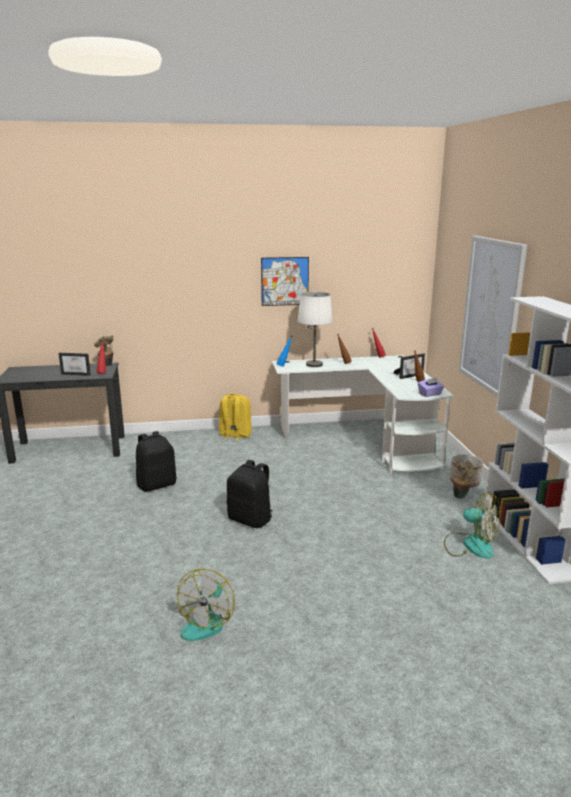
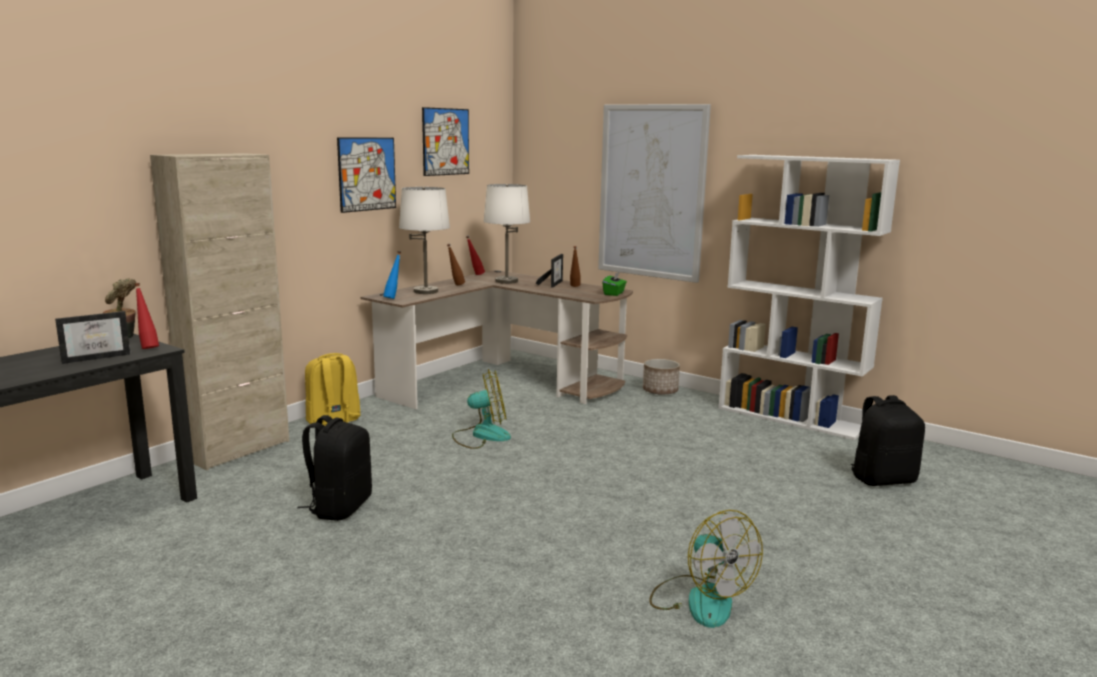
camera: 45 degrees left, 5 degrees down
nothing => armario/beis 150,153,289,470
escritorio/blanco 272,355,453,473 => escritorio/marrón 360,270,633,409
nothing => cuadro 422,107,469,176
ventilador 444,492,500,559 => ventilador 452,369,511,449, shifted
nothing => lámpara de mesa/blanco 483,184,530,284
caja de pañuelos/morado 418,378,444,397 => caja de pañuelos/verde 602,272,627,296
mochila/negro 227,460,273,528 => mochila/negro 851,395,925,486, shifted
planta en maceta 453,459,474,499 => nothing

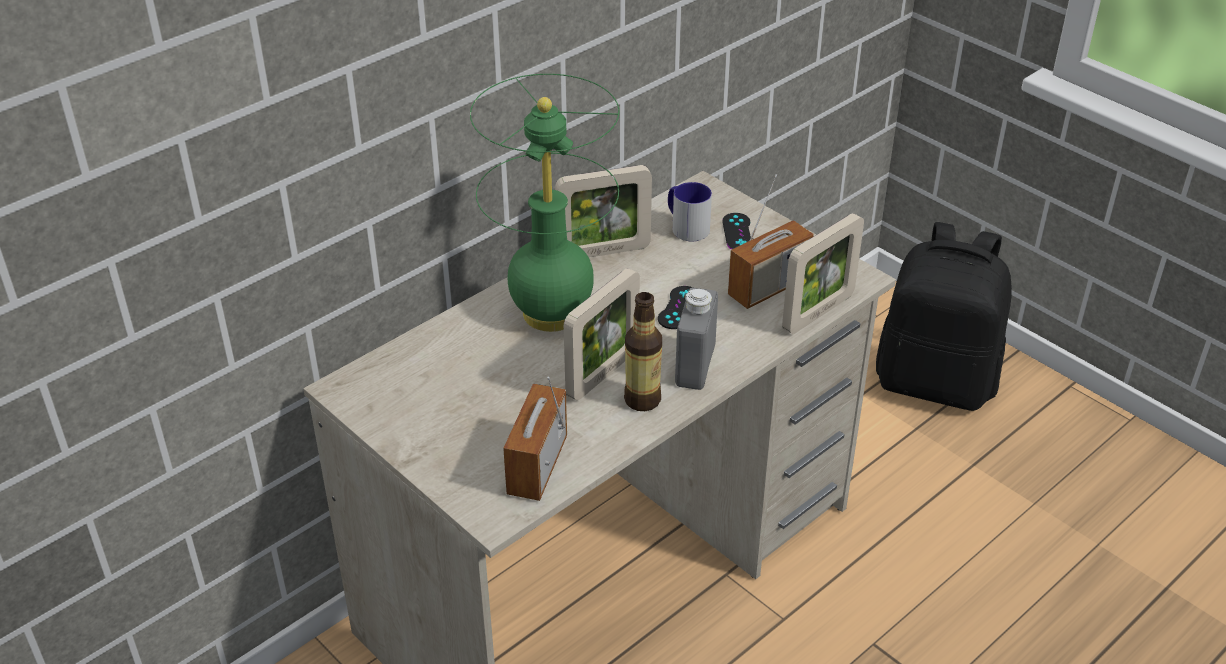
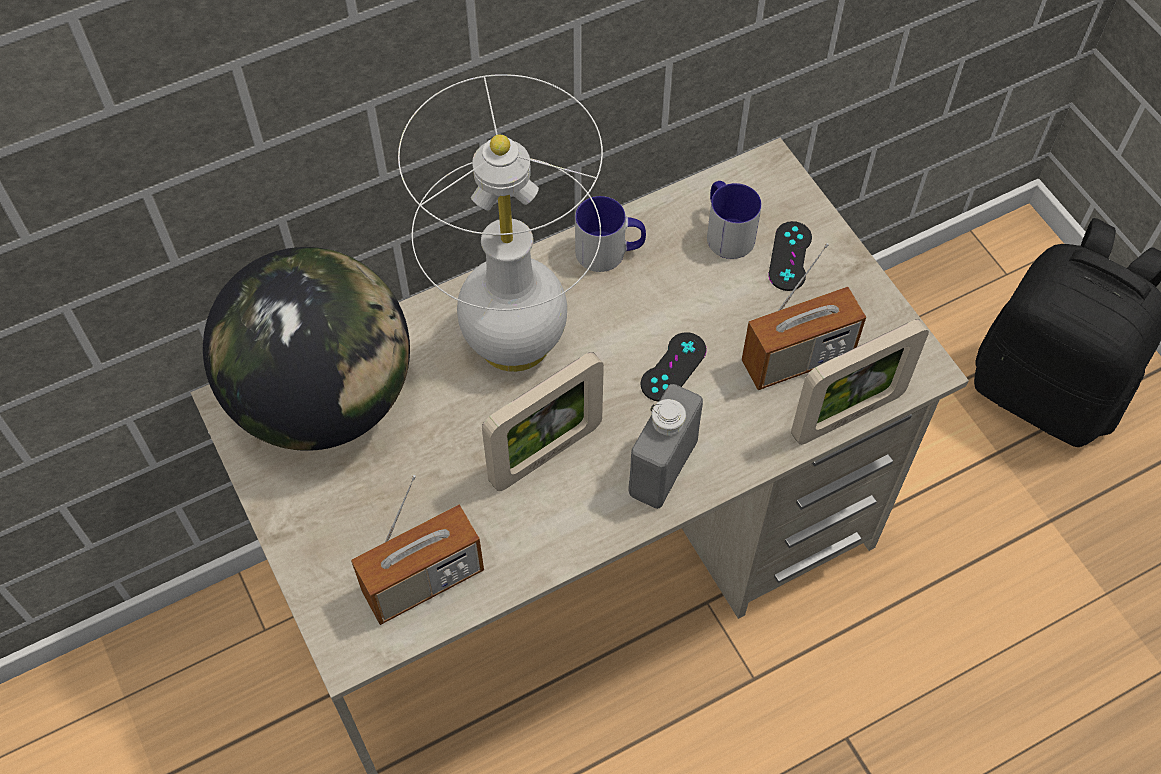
camera: 15 degrees right, 20 degrees up
nothing => globo terráqueo 203,247,410,451
radio 503,376,567,501 => radio 351,475,484,625, 150 degrees counterclockwise
lámpara de mesa/verde 470,74,619,332 => lámpara de mesa/blanco 398,74,603,372
portarretratos 555,165,652,258 => taza grande 575,196,646,272
botella 624,292,662,411 => nothing

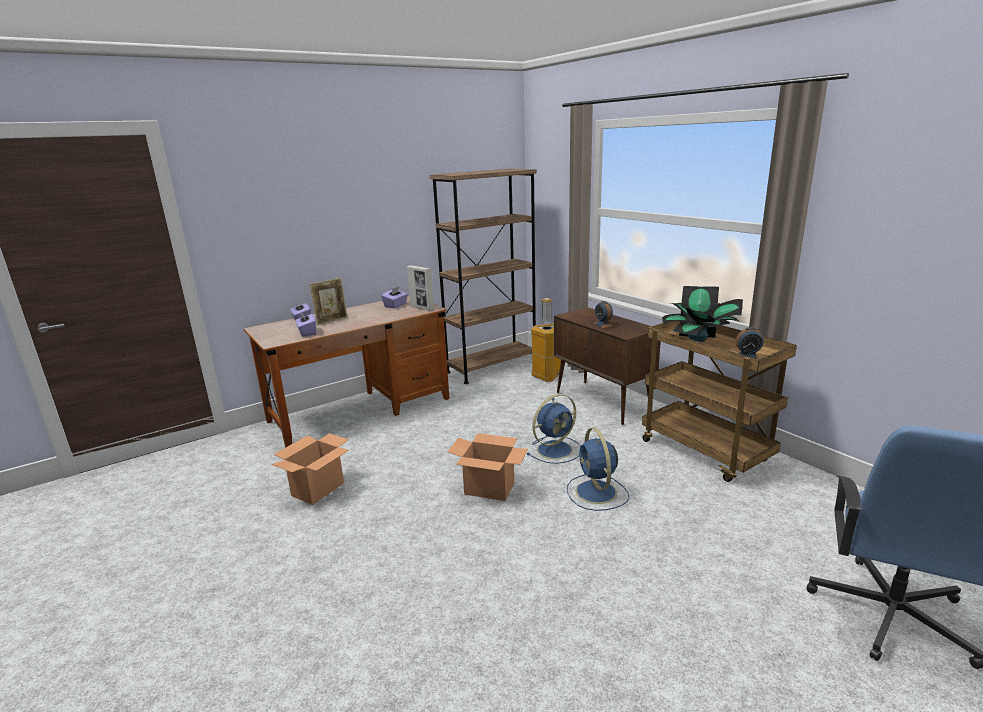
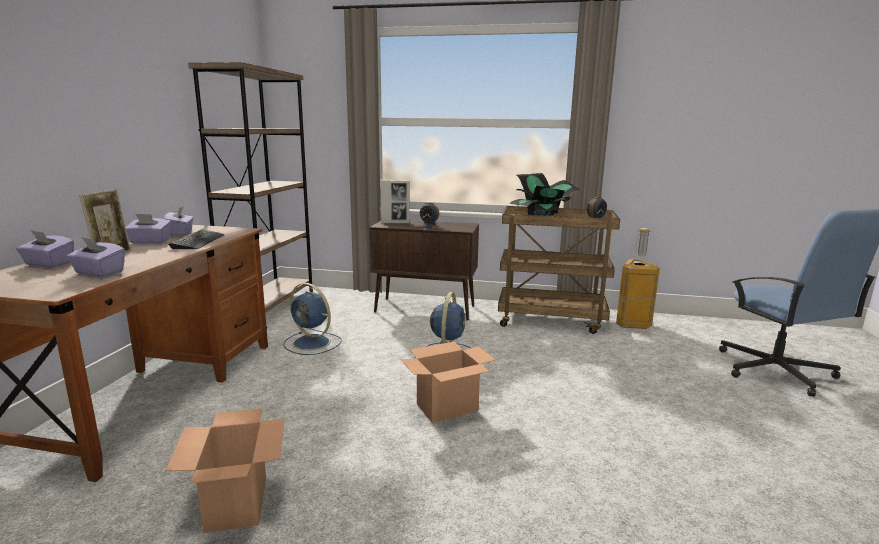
camera: 45 degrees left, 5 degrees down
nothing => caja de pañuelos/morado 126,214,171,244
nothing => teclado 168,229,224,249
ventilador/azul 567,428,629,511 => ventilador/azul 284,283,342,355, shifted
portarretratos 407,265,434,311 => portarretratos 380,180,410,223, shifted
papelera 531,298,561,382 => papelera 616,228,660,329, shifted

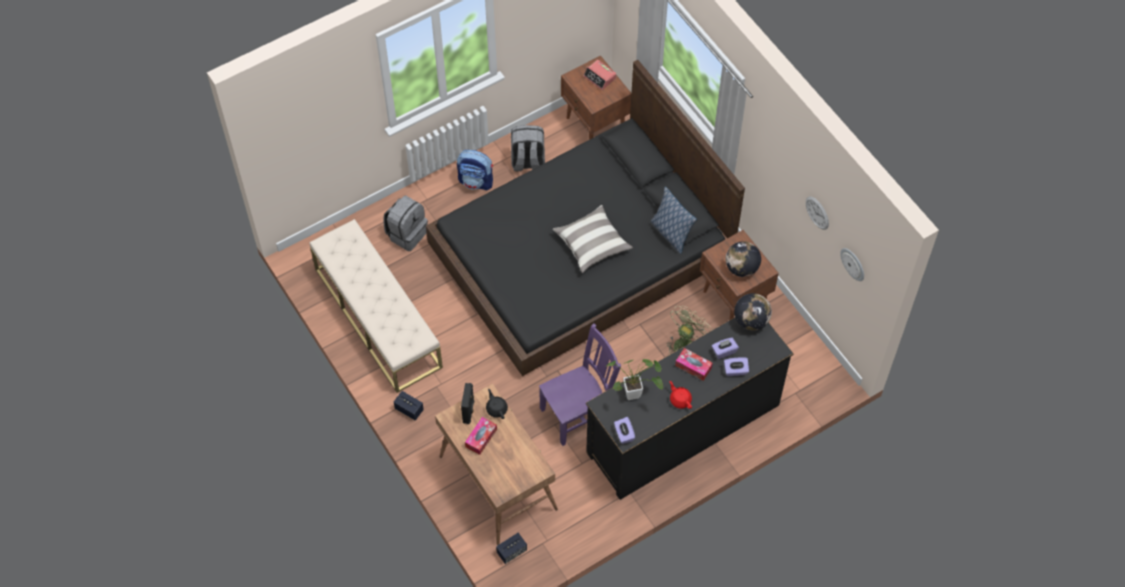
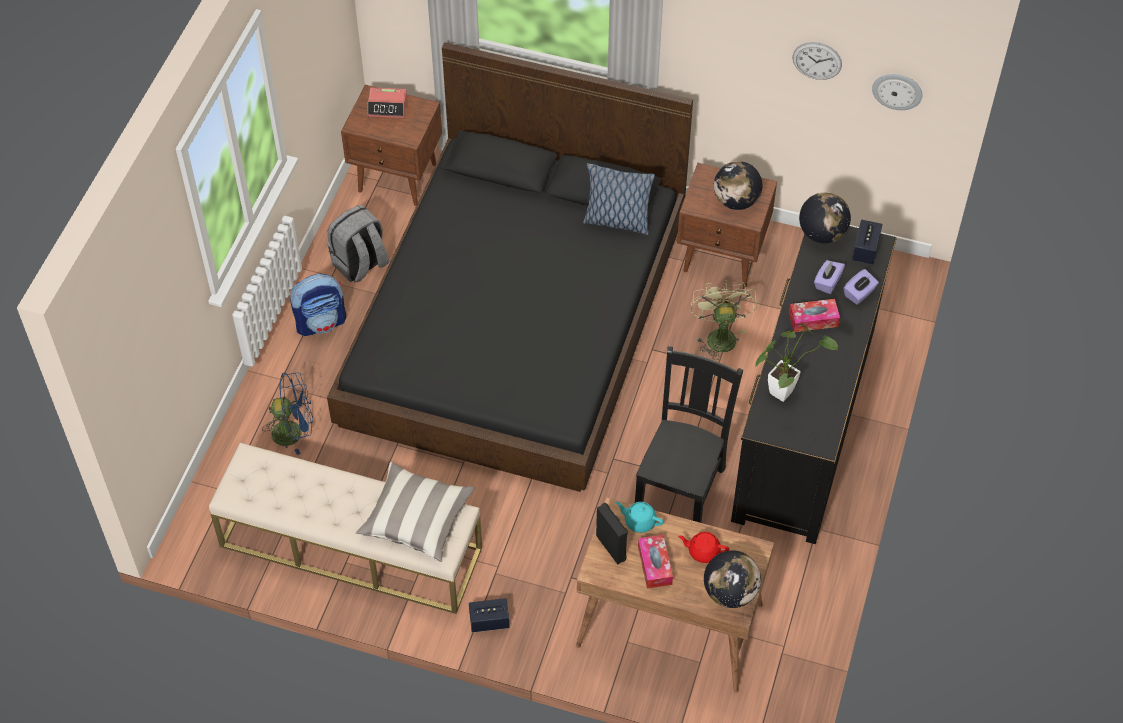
camera: 40 degrees left, 5 degrees down
mochila/gris 383,195,428,251 => ventilador/azul 262,373,313,455
cojín 553,205,633,273 => cojín 355,462,475,562, shifted
tetera/negro 486,389,508,419 => tetera/turquesa 616,502,663,533
silla/morado 539,324,621,446 => silla/negro 635,346,743,523
tetera/rojo 669,381,692,409 => tetera/rojo 678,532,729,563, shifted
nothing => globo terráqueo 704,550,761,608
altavoz 496,533,527,564 => altavoz 852,220,883,264, shifted
caja de pañuelos/morado 614,417,635,444 => nothing

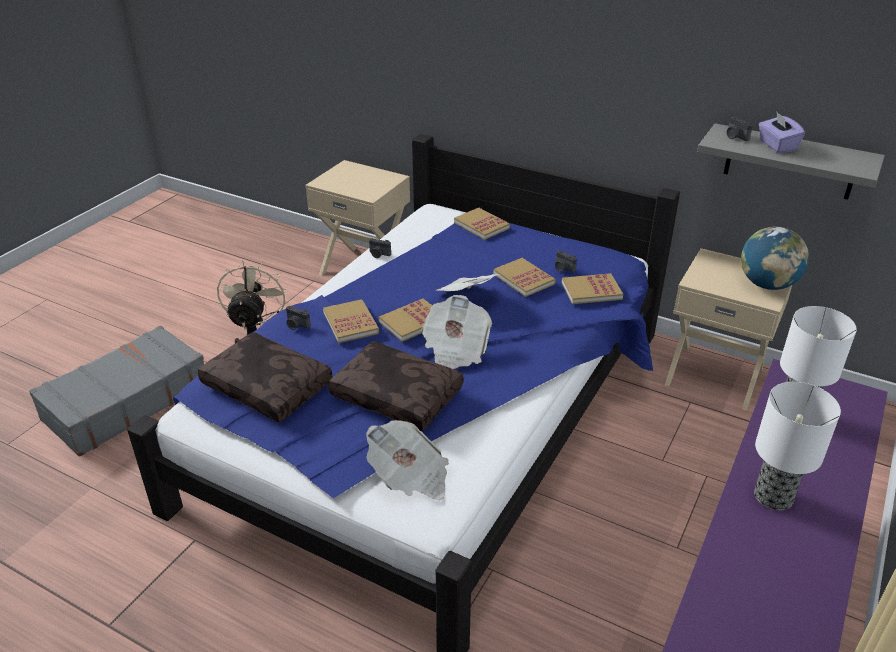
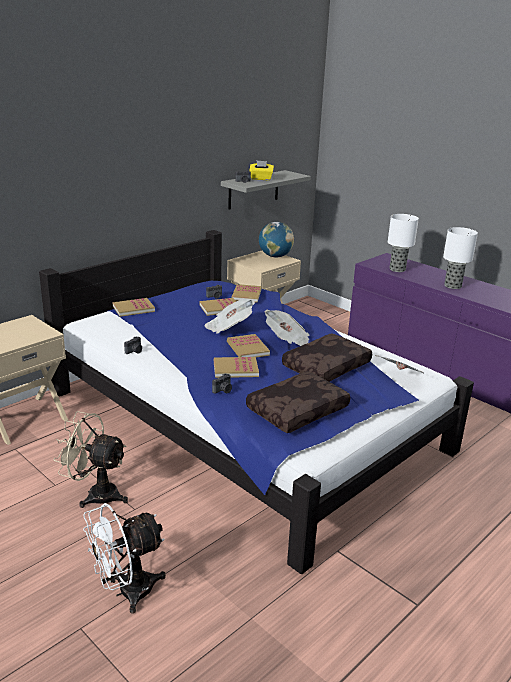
camera: 75 degrees left, 10 degrees down
maleta/gris 29,326,204,457 => ventilador/blanco 83,503,166,614
caja de pañuelos/morado 759,111,805,153 => caja de pañuelos/amarillo 249,160,274,180

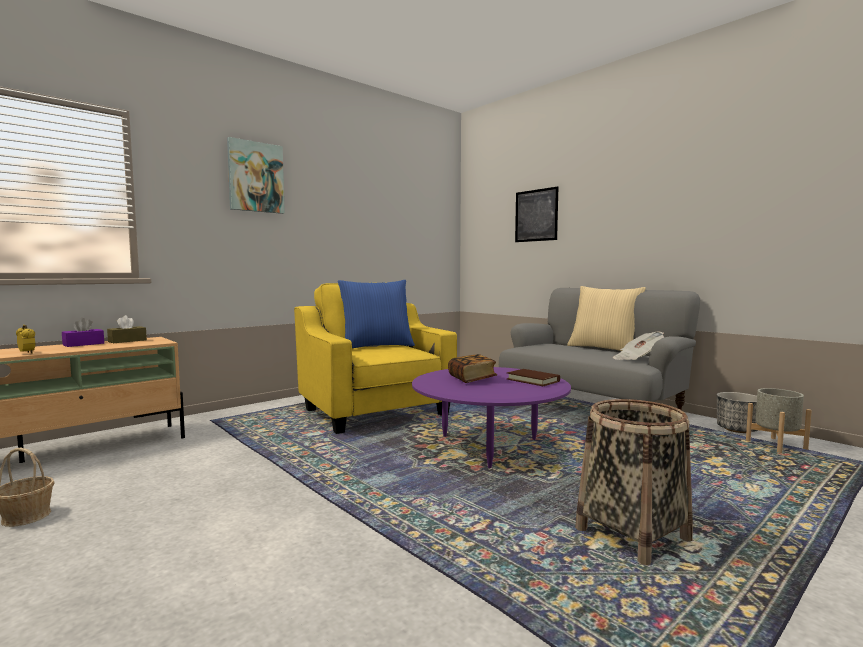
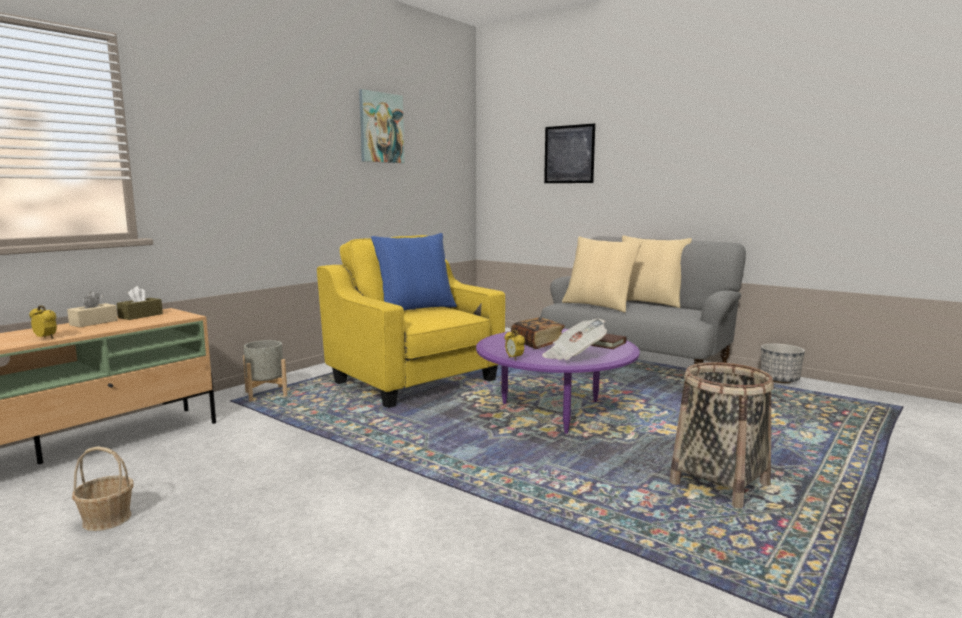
camera: 10 degrees left, 5 degrees up
caja de pañuelos/morado 62,318,104,347 => caja de pañuelos/beis 67,292,118,327
maceta/gris 746,388,812,453 => maceta/gris 243,340,288,402, shifted
cuadro 227,137,285,214 => cuadro 359,89,404,163, shifted
nothing => despertador 504,330,525,360
periódico 613,331,664,360 => periódico 542,319,607,360, shifted
nothing => cojín/beis 562,237,642,313

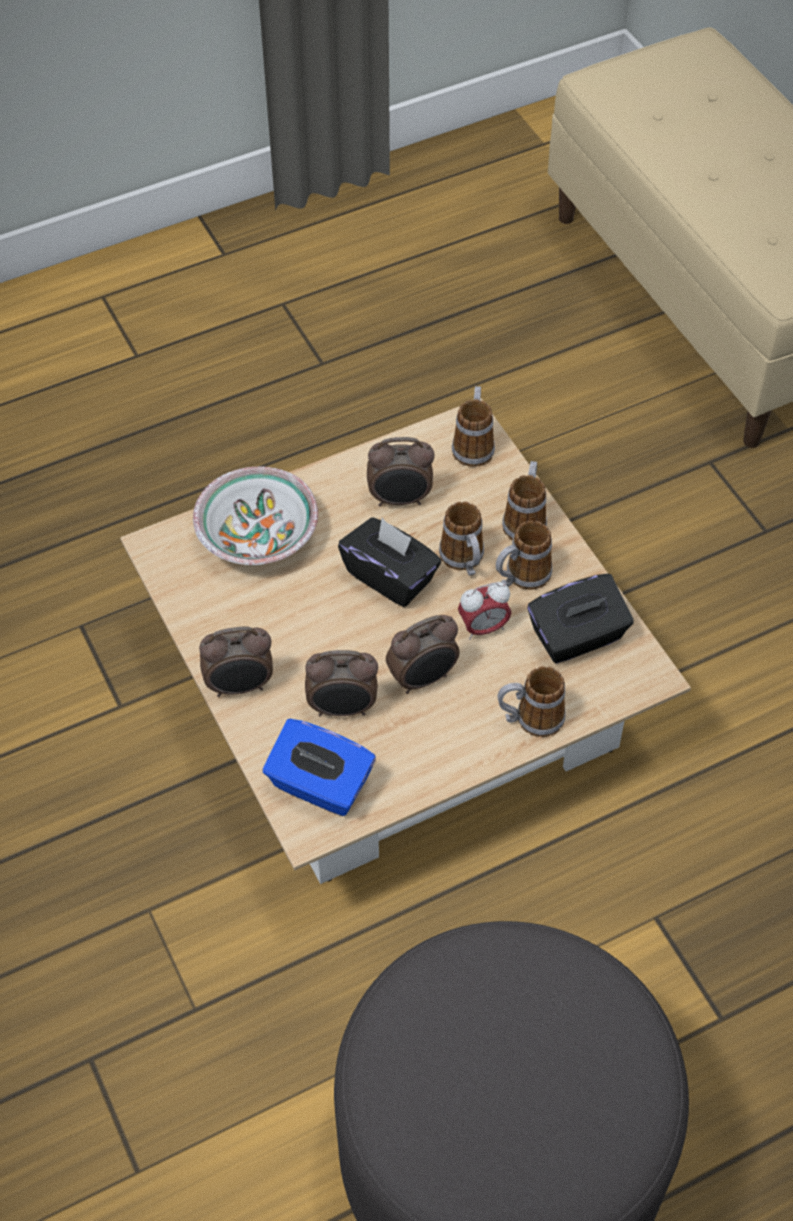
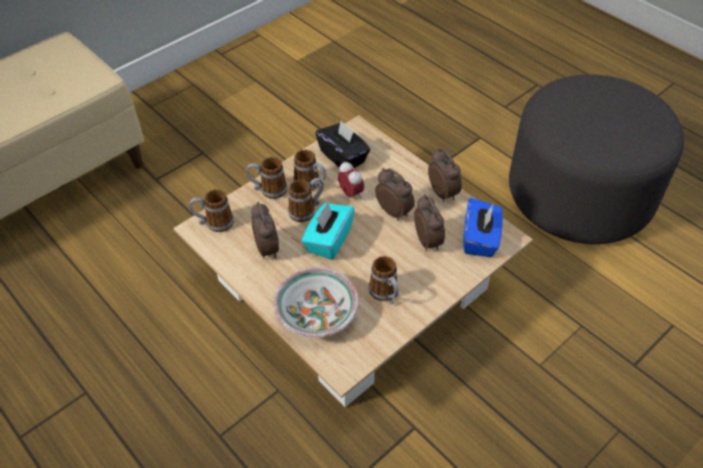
camera: 105 degrees left, 5 degrees down
caja de pañuelos/negro 338,517,441,607 => caja de pañuelos/turquesa 301,203,355,260
taza grande 498,666,566,737 => taza grande 369,256,399,304, shifted
despertador 199,627,273,697 => despertador 428,148,462,202, shifted

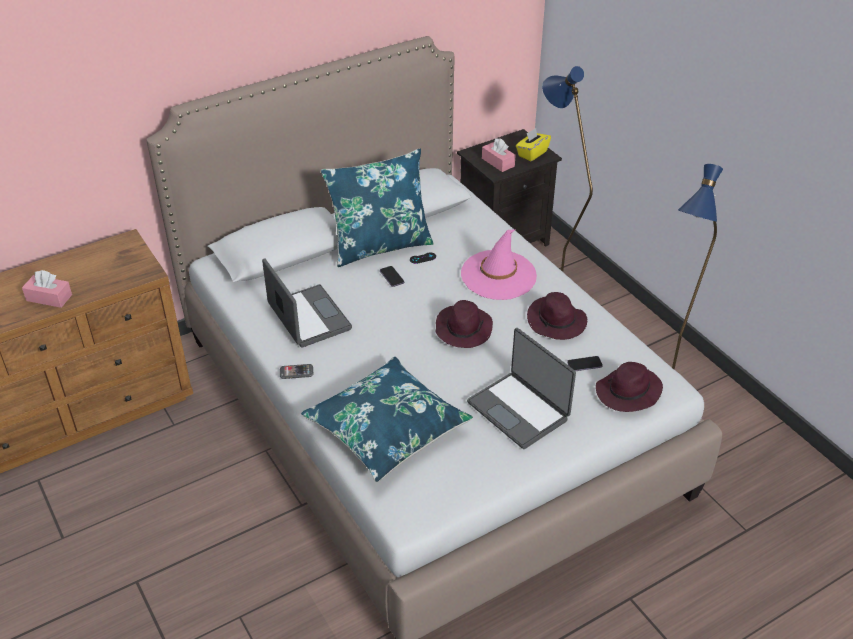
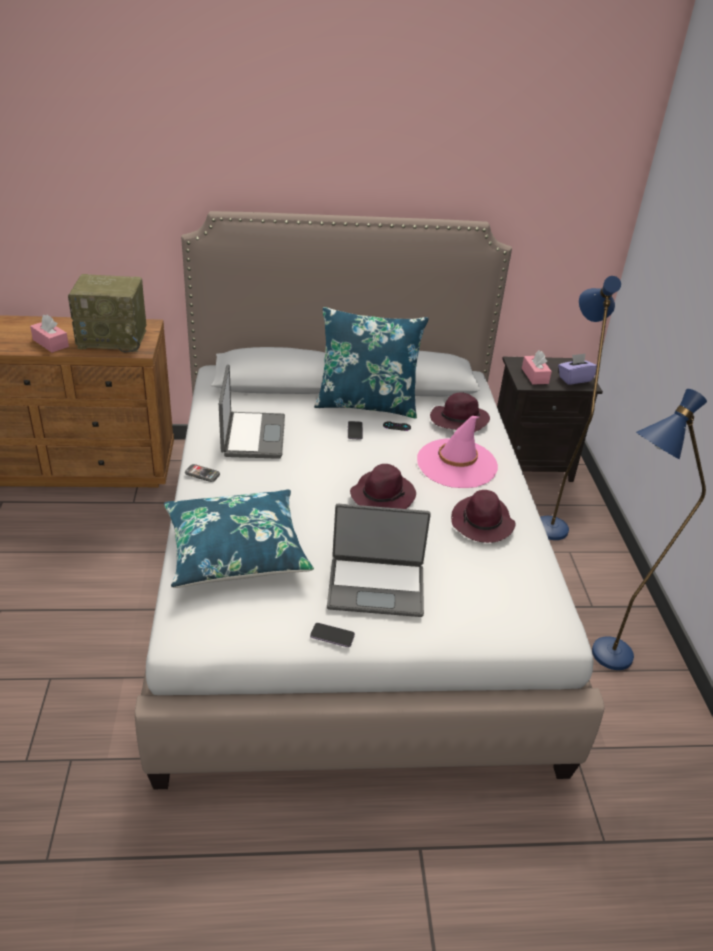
camera: 25 degrees right, 5 degrees down
nothing => radio 68,274,146,353
móvil 567,356,603,371 => móvil 310,623,355,647, shifted
portátil 467,328,576,449 => portátil 327,504,431,617, 75 degrees counterclockwise
sombrero/morado 596,362,663,412 => sombrero/morado 430,392,490,432, shifted
caja de pañuelos/amarillo 516,128,551,161 => caja de pañuelos/morado 558,353,597,385

